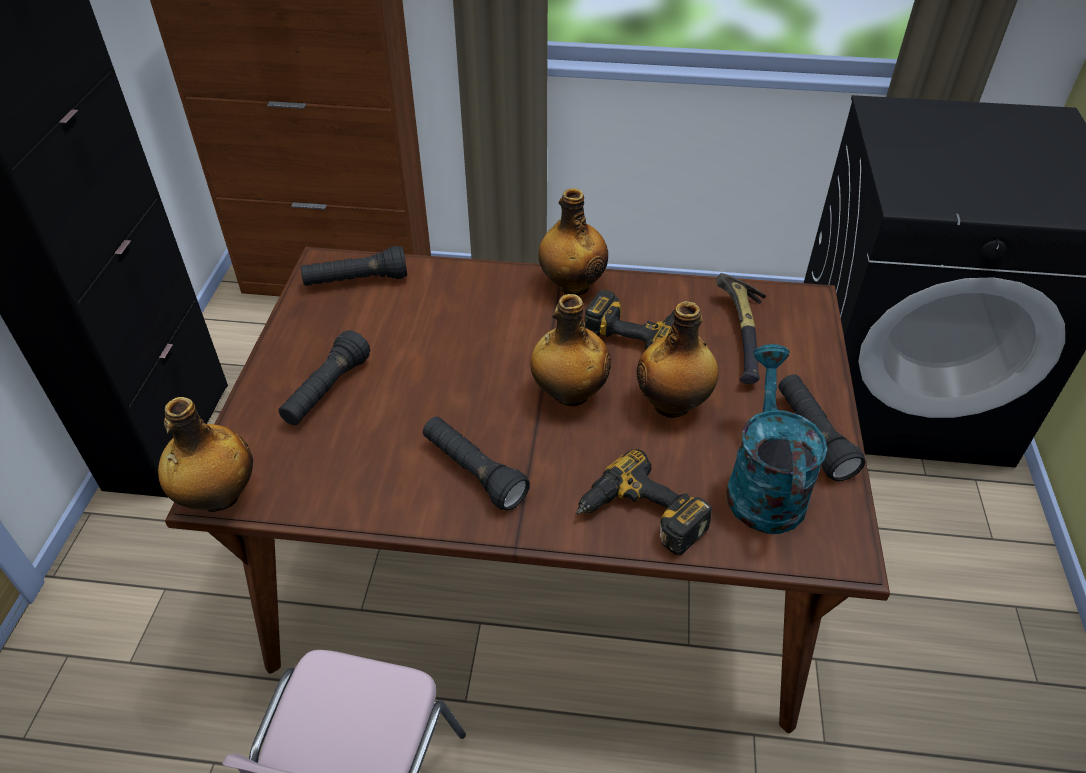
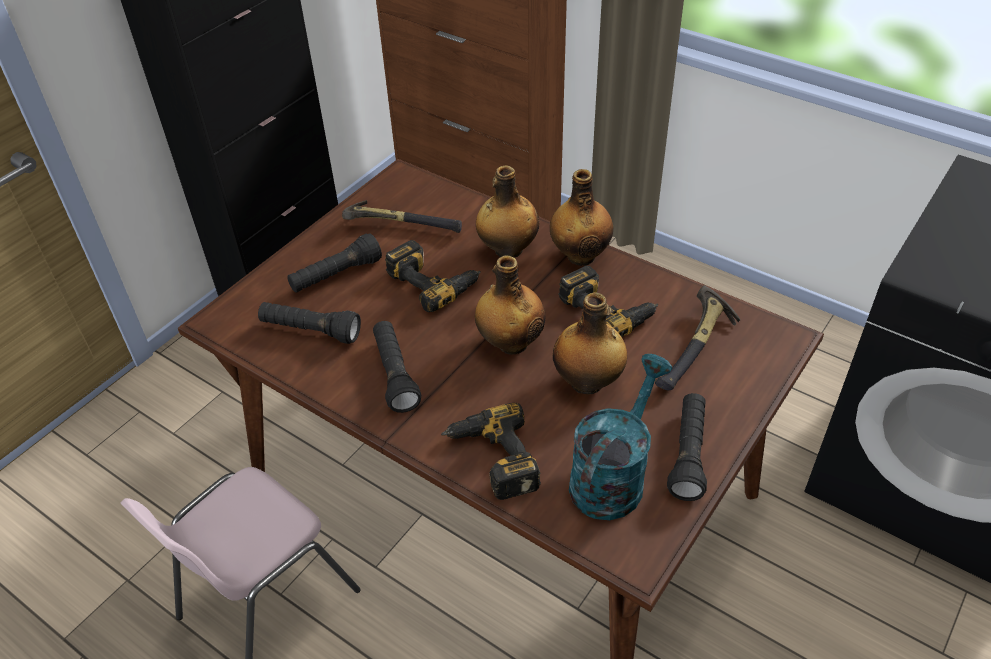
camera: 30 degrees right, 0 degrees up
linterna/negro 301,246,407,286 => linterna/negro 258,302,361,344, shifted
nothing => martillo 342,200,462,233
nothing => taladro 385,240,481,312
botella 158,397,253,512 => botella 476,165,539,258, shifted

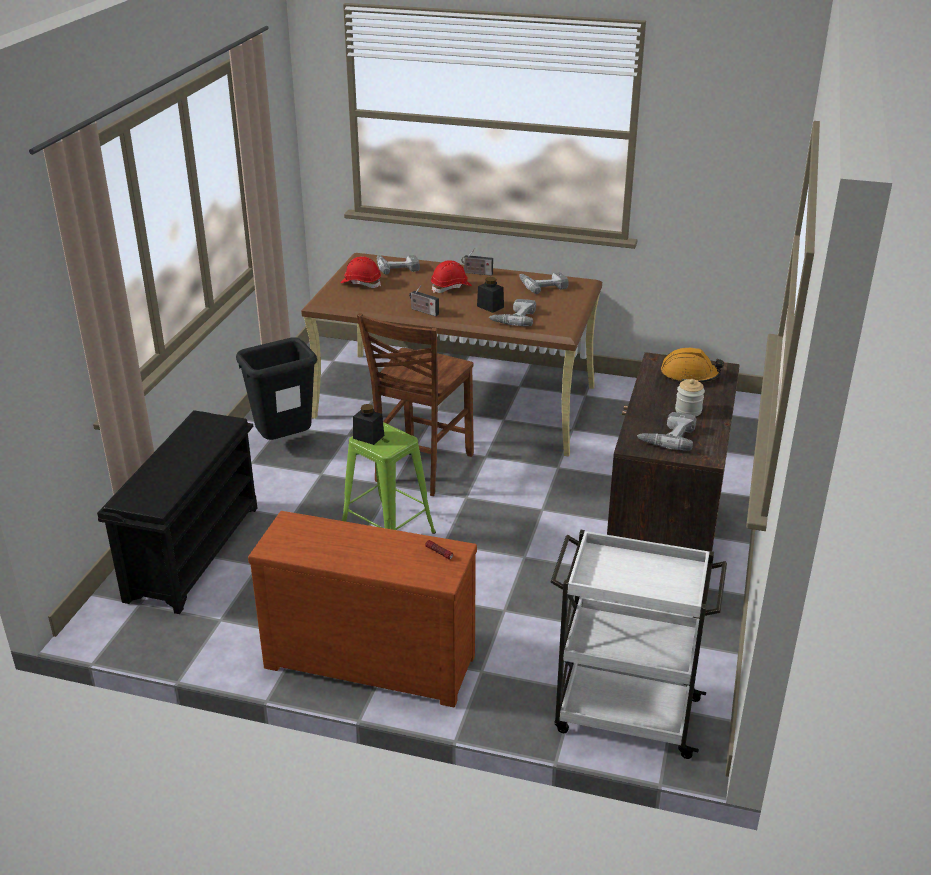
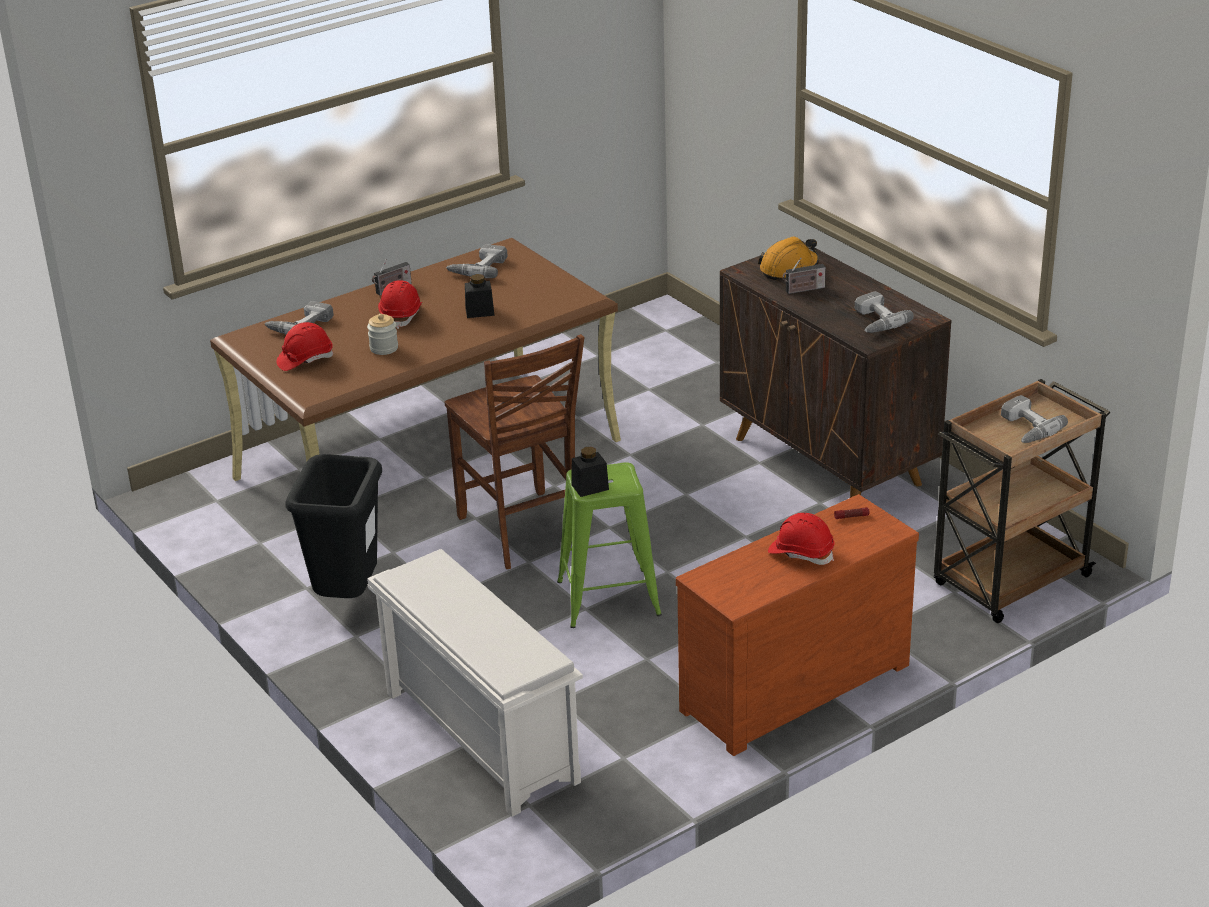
camera: 50 degrees left, 0 degrees up
tarro 675,379,705,417 => tarro 367,314,398,355, shifted
zapatero/negro 97,410,257,614 => zapatero/blanco 367,549,583,817
nothing => casco/rojo 768,513,834,565
radio 409,285,439,316 => radio 783,258,826,294, shifted
carrito/blanco 550,530,727,759 => carrito/marrón 934,379,1110,623
taladro 489,299,536,326 => taladro 1001,395,1068,443, shifted

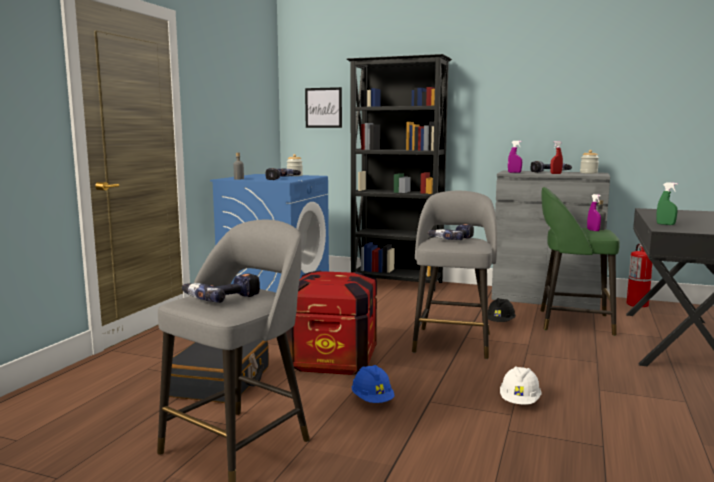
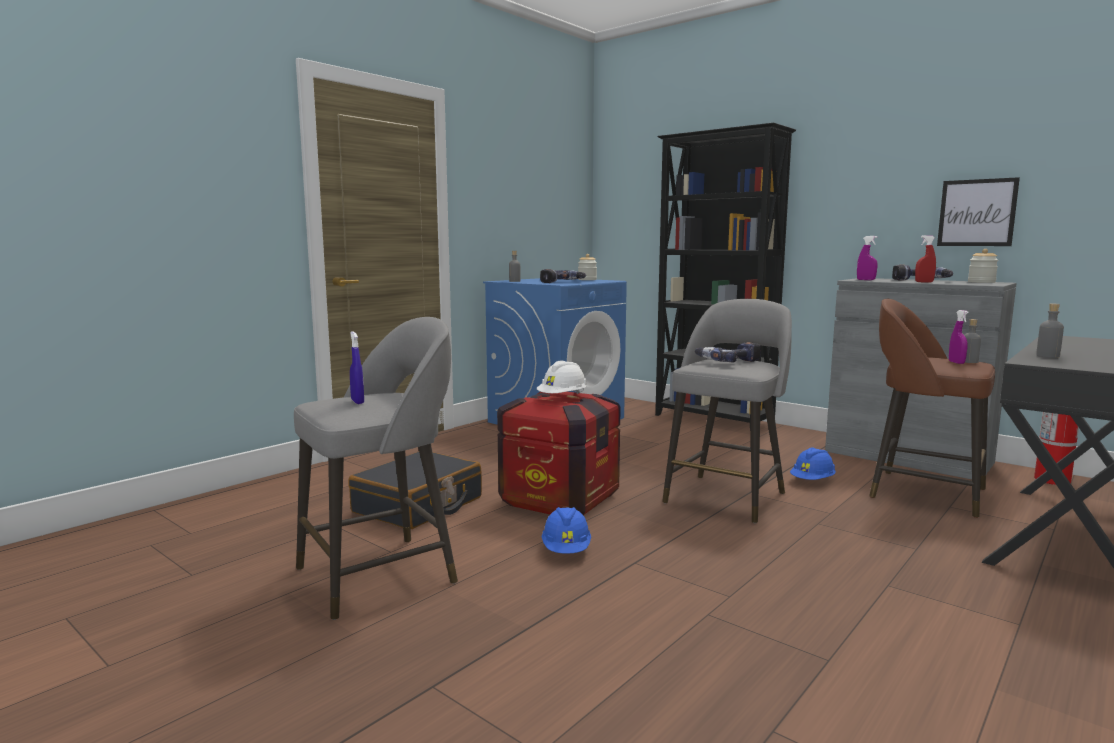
camera: 20 degrees right, 0 degrees up
taladro 182,273,260,303 => pulverizador/azul 350,331,364,404
casco/blanco 500,366,542,405 => casco/blanco 537,361,587,394, shifted
casco/negro 488,298,516,322 => casco/azul 790,447,836,480
taburete/verde 540,187,620,336 => taburete/marrón 869,299,995,518
cuadro 305,87,342,128 => cuadro 937,177,1020,246, shifted
pulverizador/verde 656,182,678,225 => botella/gris 1036,304,1064,358

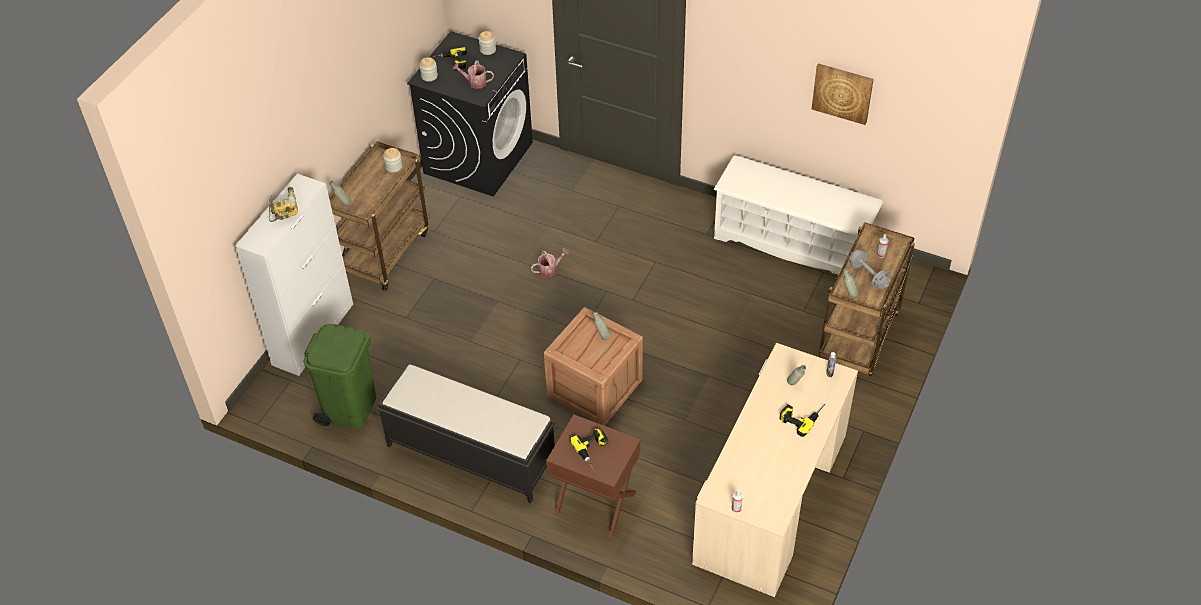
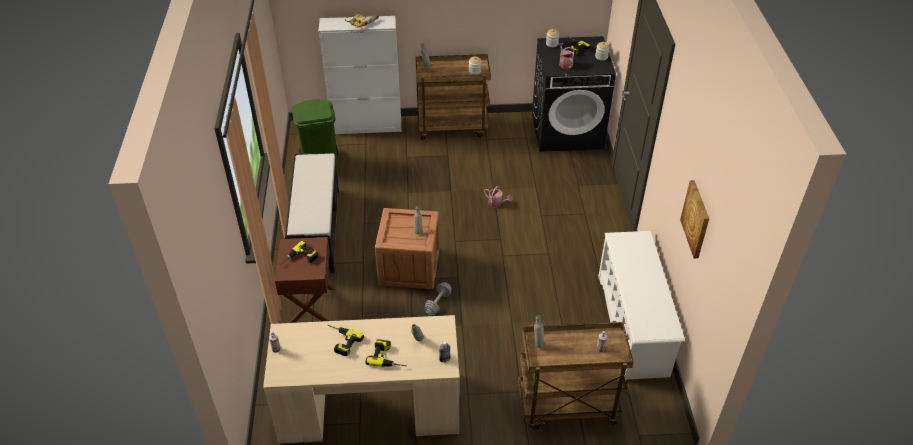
camera: 60 degrees right, 5 degrees down
nothing => taladro 328,325,364,356
mancuerna/gris 849,249,891,289 => mancuerna/gris 424,282,452,315, shifted

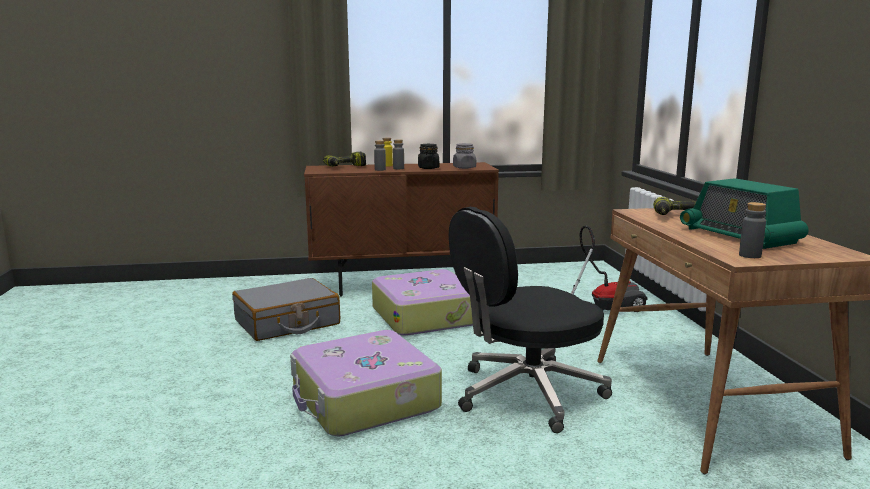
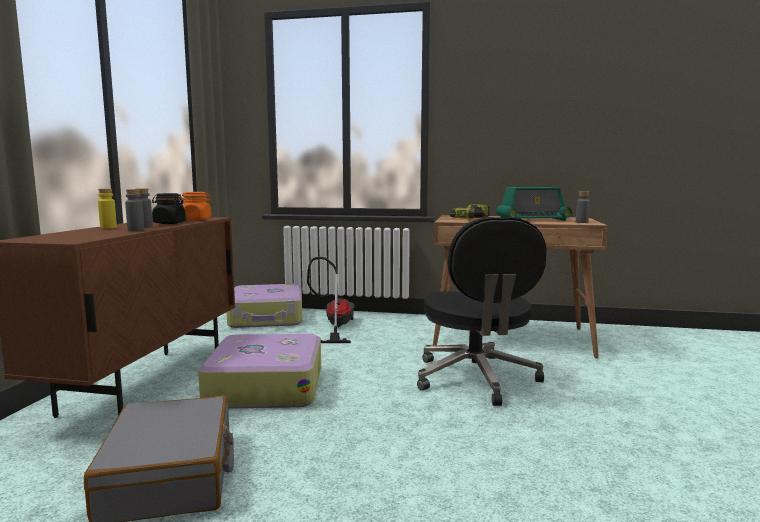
camera: 70 degrees left, 5 degrees down
tarro/gris 453,143,476,169 => tarro/naranja 181,192,212,220
maleta 290,330,442,436 => maleta 227,284,302,328, shifted
taladro 323,152,366,167 => nothing

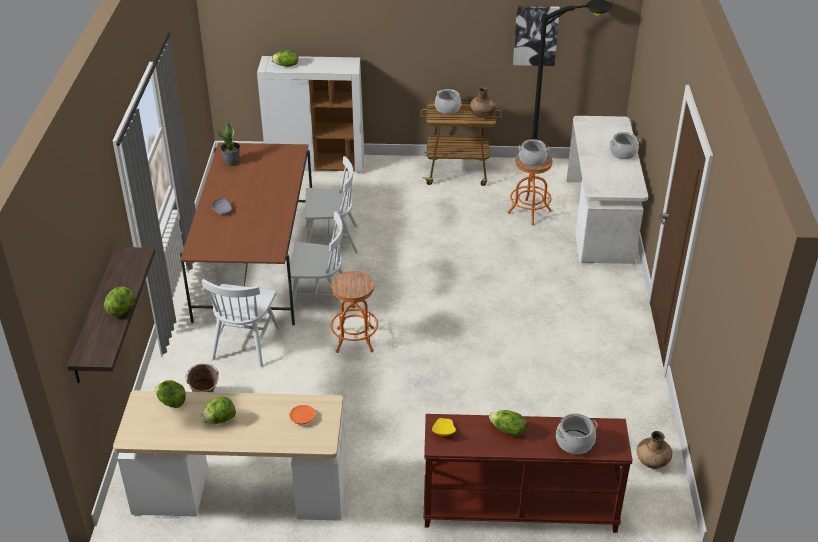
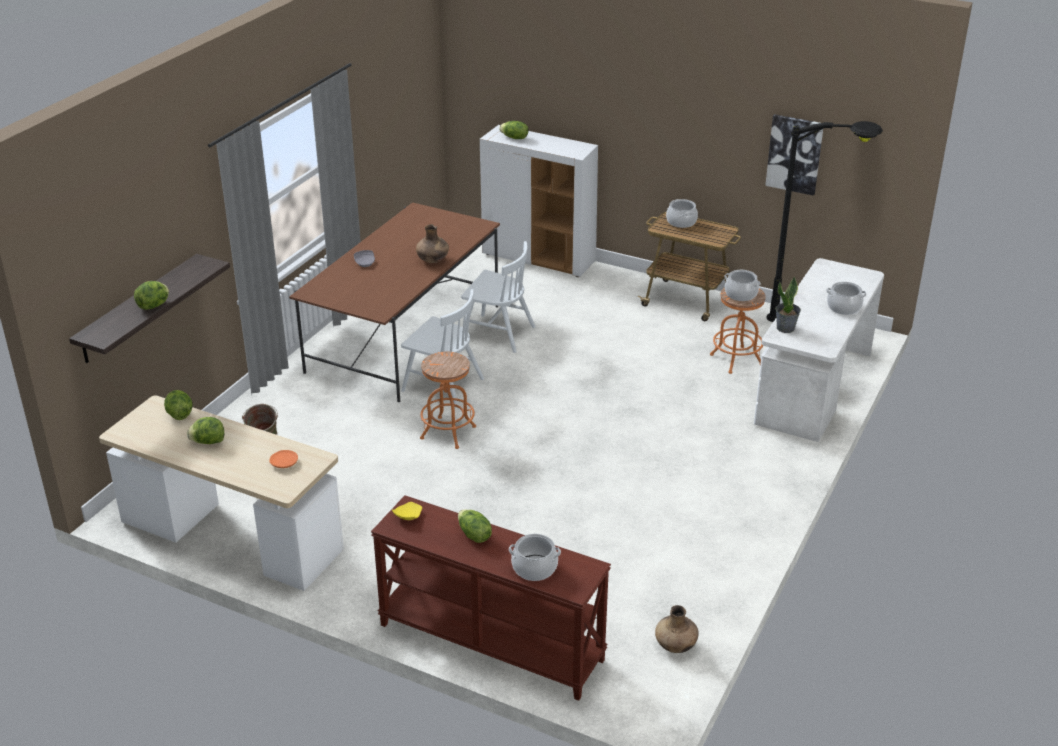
camera: 25 degrees right, 5 degrees down
florero/marrón 470,86,496,118 => florero/marrón 416,224,449,263, shifted
planta en maceta 218,120,240,166 => planta en maceta 776,276,801,333, shifted
silla/blanco 202,279,280,367 => nothing

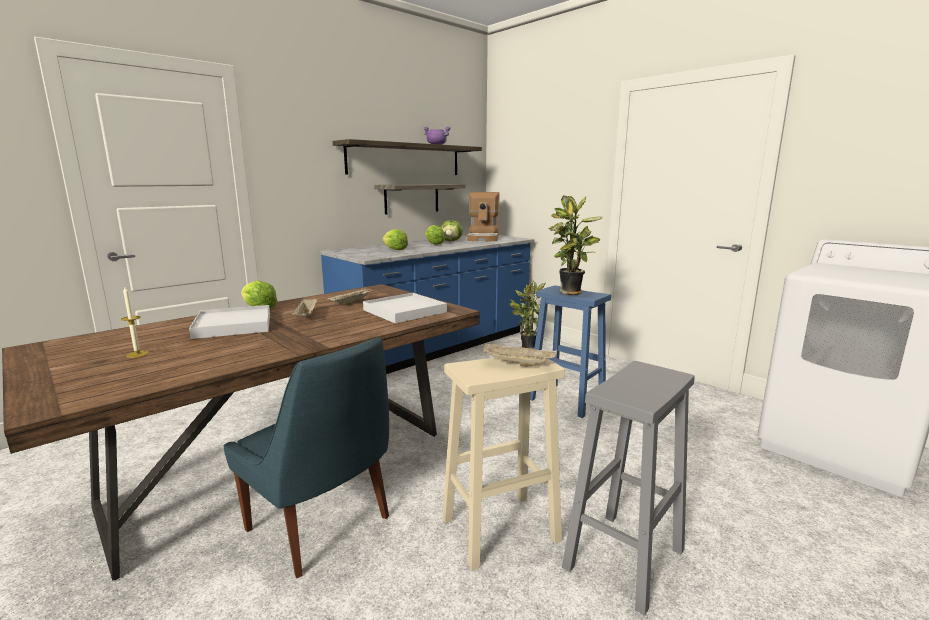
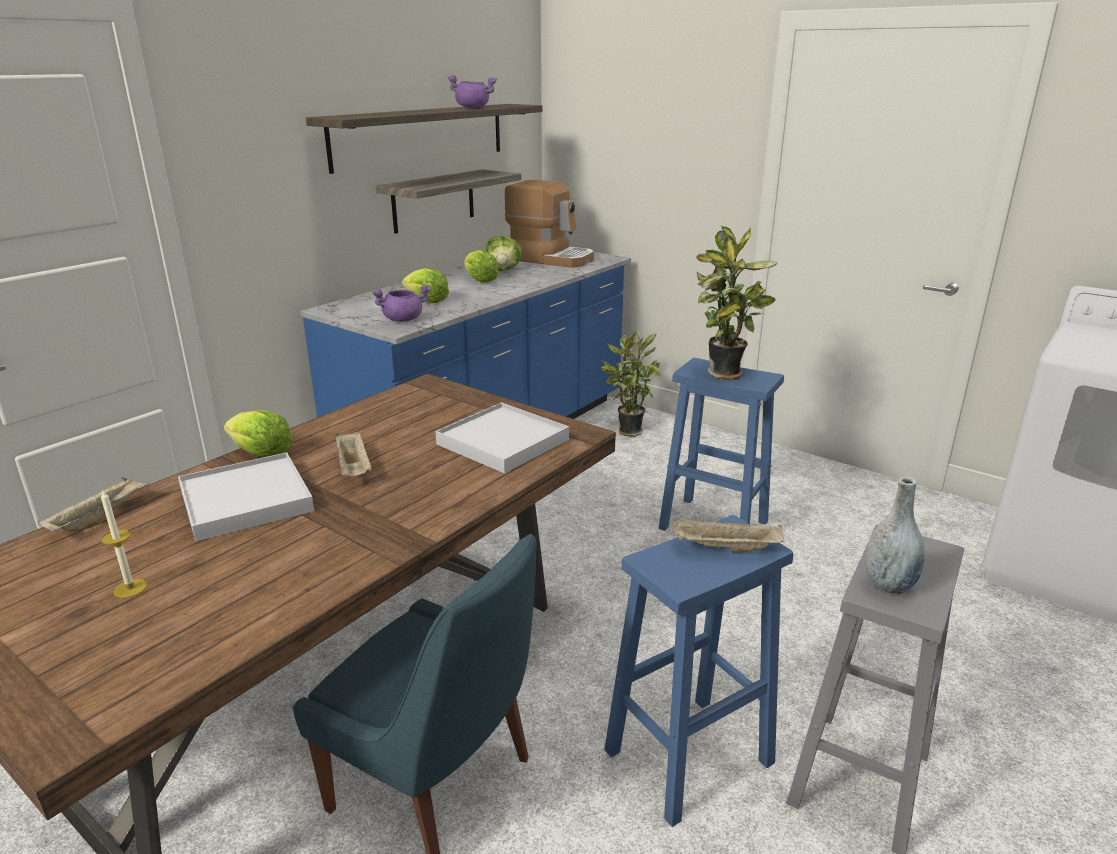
camera: 10 degrees left, 10 degrees up
bandeja/beis 327,288,373,306 => bandeja/beis 38,477,149,531, shifted
nothing => olla/morado 372,285,431,322
cafetera 467,192,500,241 => cafetera 505,180,594,268, 60 degrees counterclockwise
taburete/beis 442,357,565,571 => taburete/azul 604,515,793,827
nothing => florero/gris 865,477,925,595

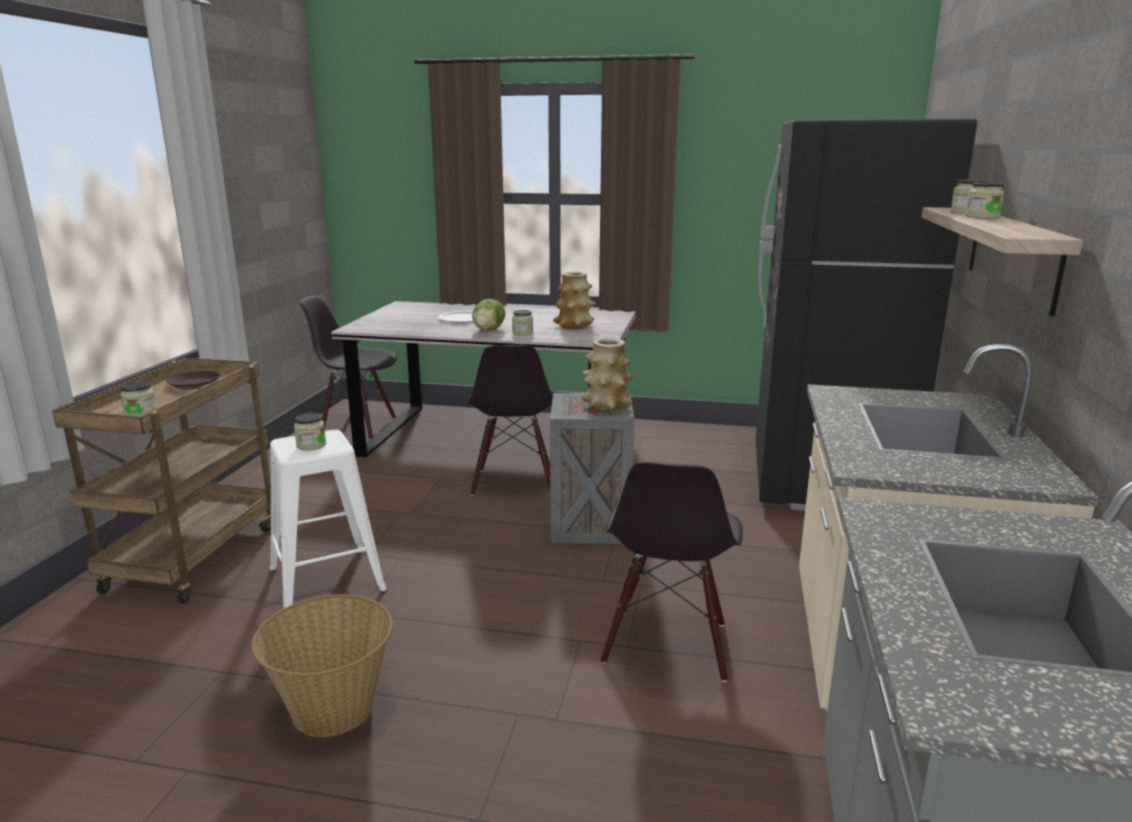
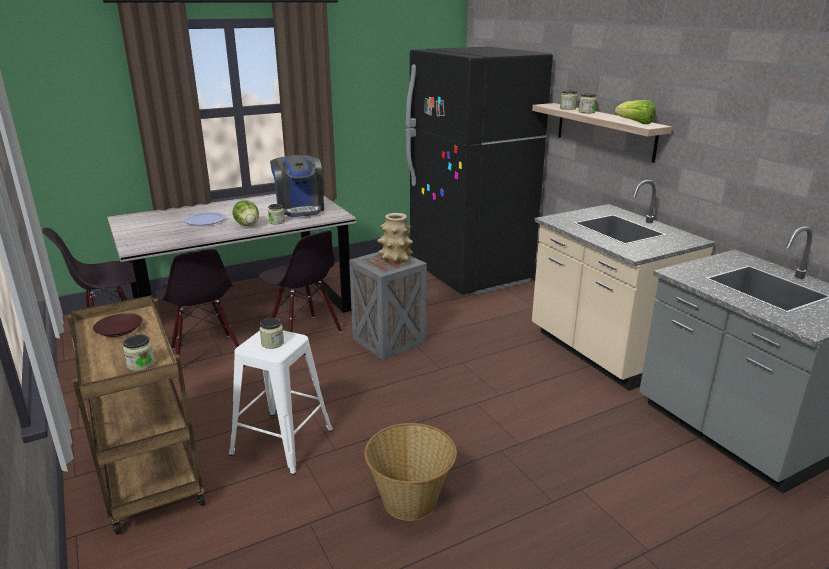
camera: 40 degrees left, 5 degrees up
silla/negro 600,461,743,682 => silla/negro 156,249,240,356, shifted
florero 553,272,596,329 => cafetera 270,155,324,217
nothing => lechuga 615,100,656,124

